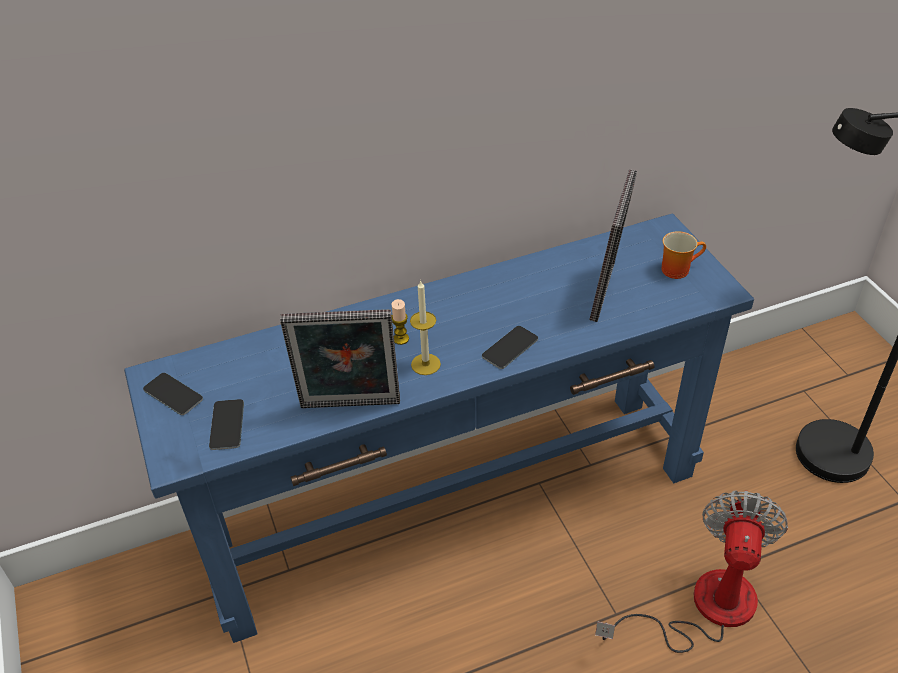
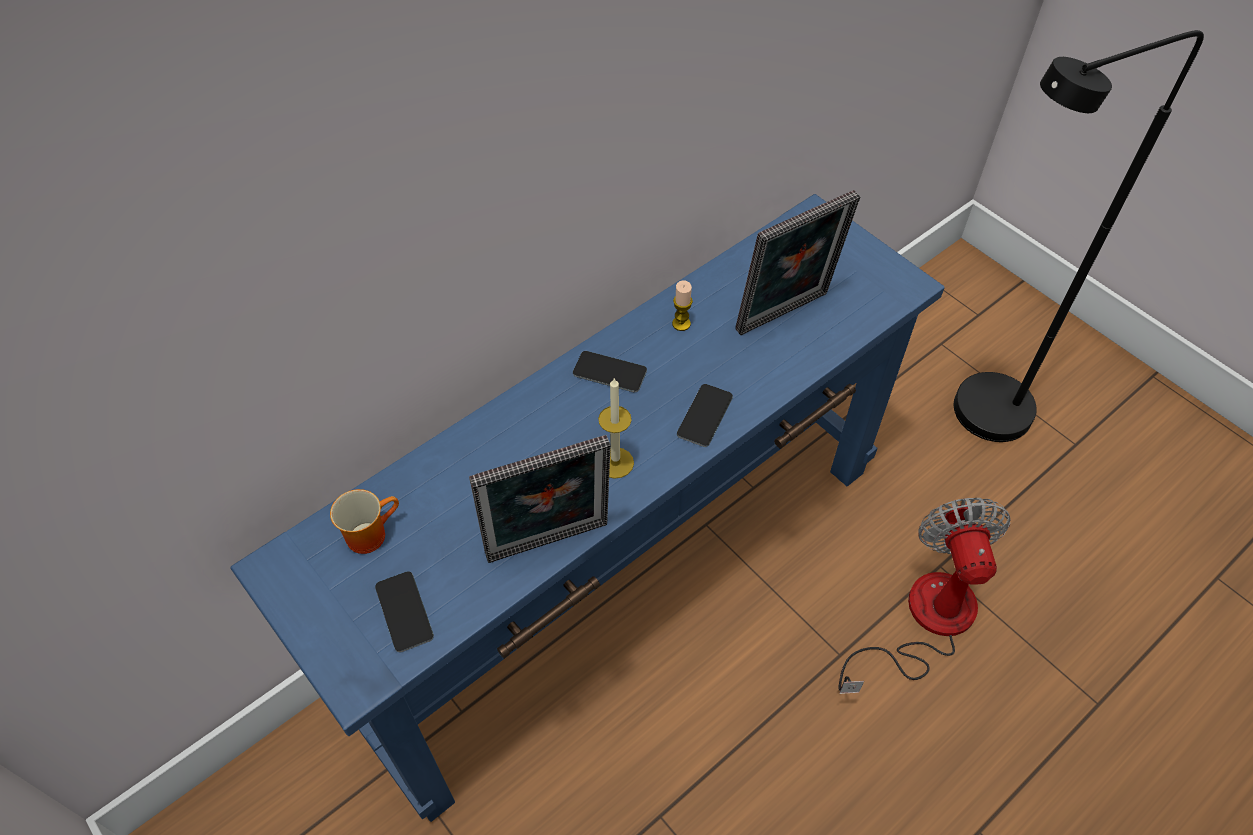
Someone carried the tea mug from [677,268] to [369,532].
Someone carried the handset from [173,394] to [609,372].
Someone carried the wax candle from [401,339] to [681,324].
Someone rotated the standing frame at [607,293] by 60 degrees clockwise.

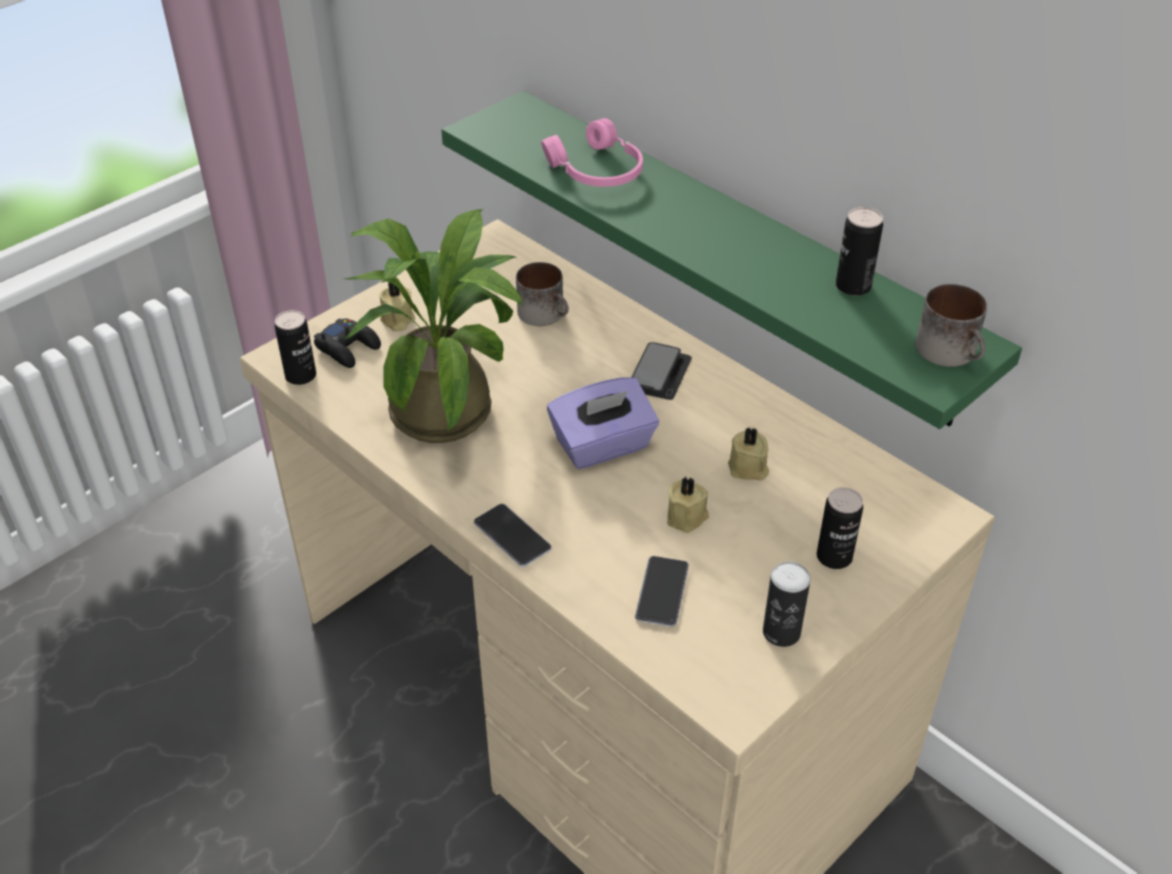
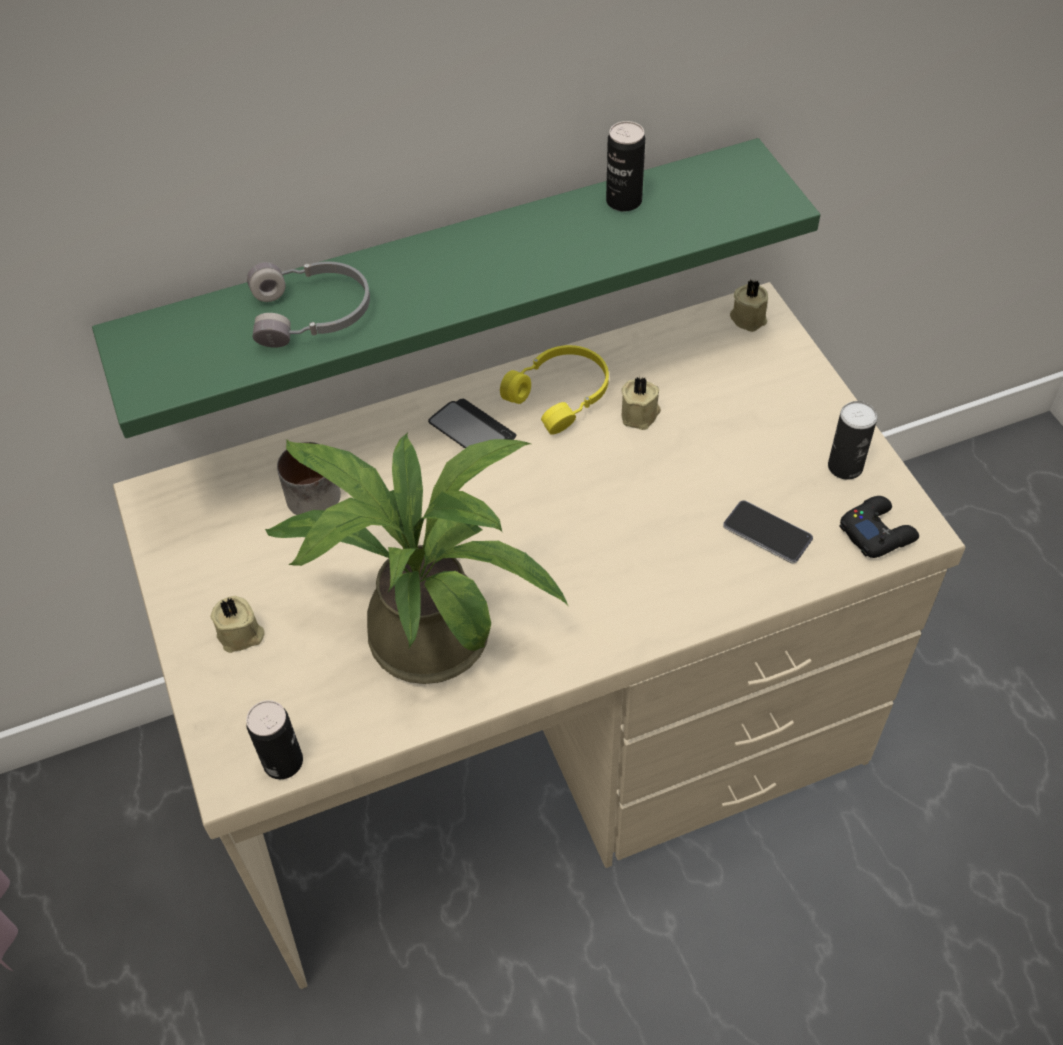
Someone repainted the pinkish headphones at [596,171], which became the grey headphones at [312,314].
Someone put down the yellowish headphones at [561,395].
Someone carried the sand-coloured wax candle from [687,518] to [749,317].
Someone carried the black joypad from [348,348] to [877,532].
Someone took away the handset at [512,536].
Someone took away the purplish tissue holder at [603,446].
Someone took away the can at [834,557].
Someone took away the tea mug at [952,352].

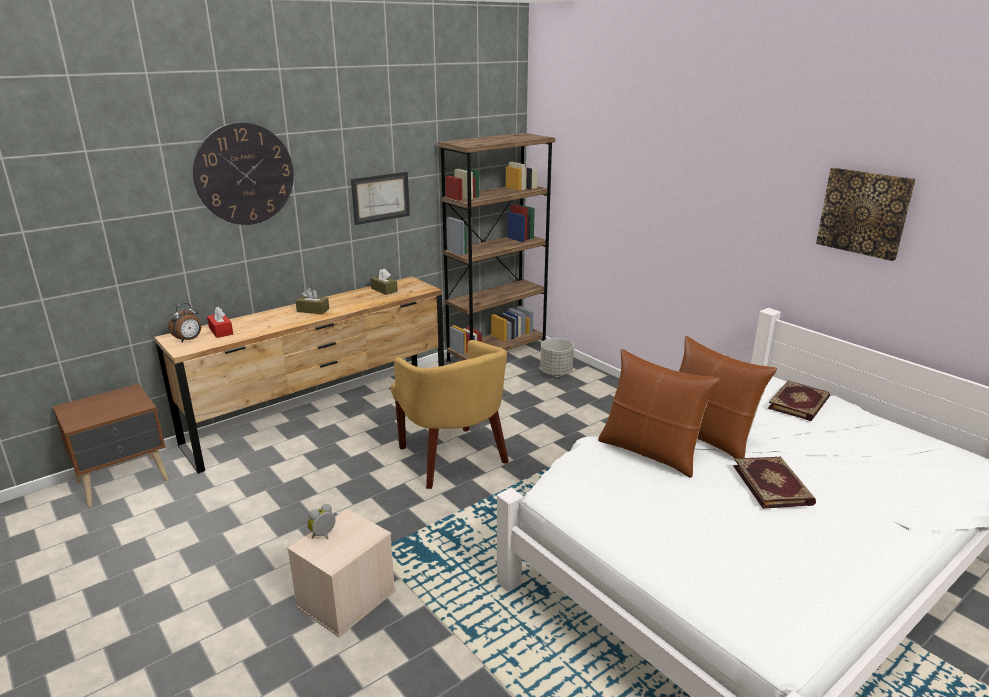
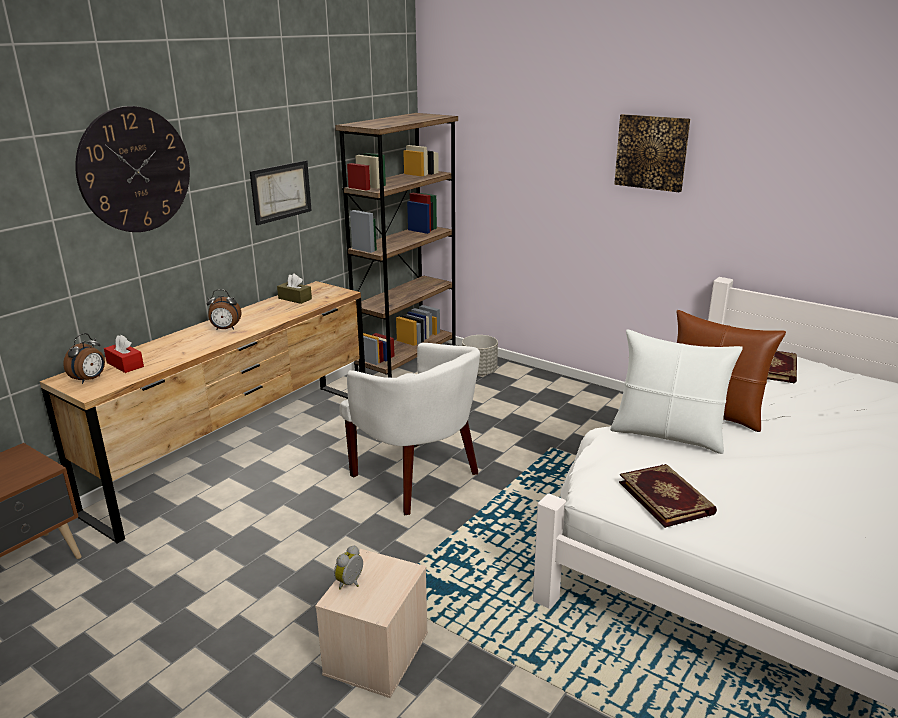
Someone swapped the brown-coloured tissue holder at [313,310] for the alarm clock at [225,329].
Someone repainted the yellowish armchair at [453,458], which became the white armchair at [417,478].
Someone repainted the brown-coloured cushion at [650,452], which became the white cushion at [668,435].
Someone carried the picture from [864,212] to [652,152].
Someone carried the book from [773,485] to [666,497].

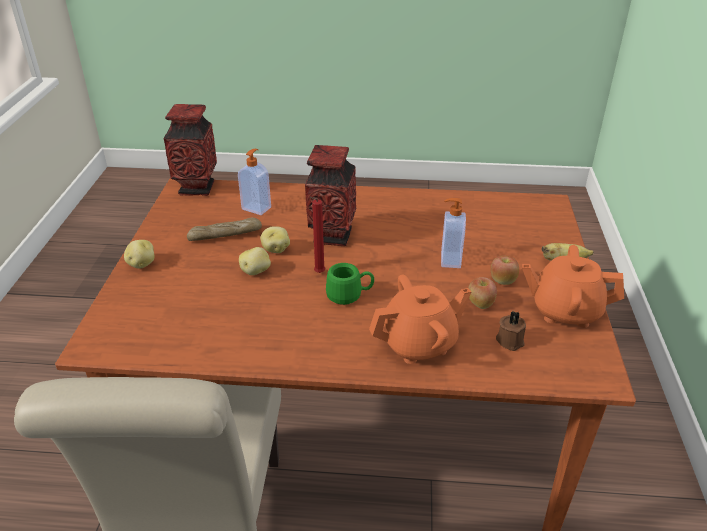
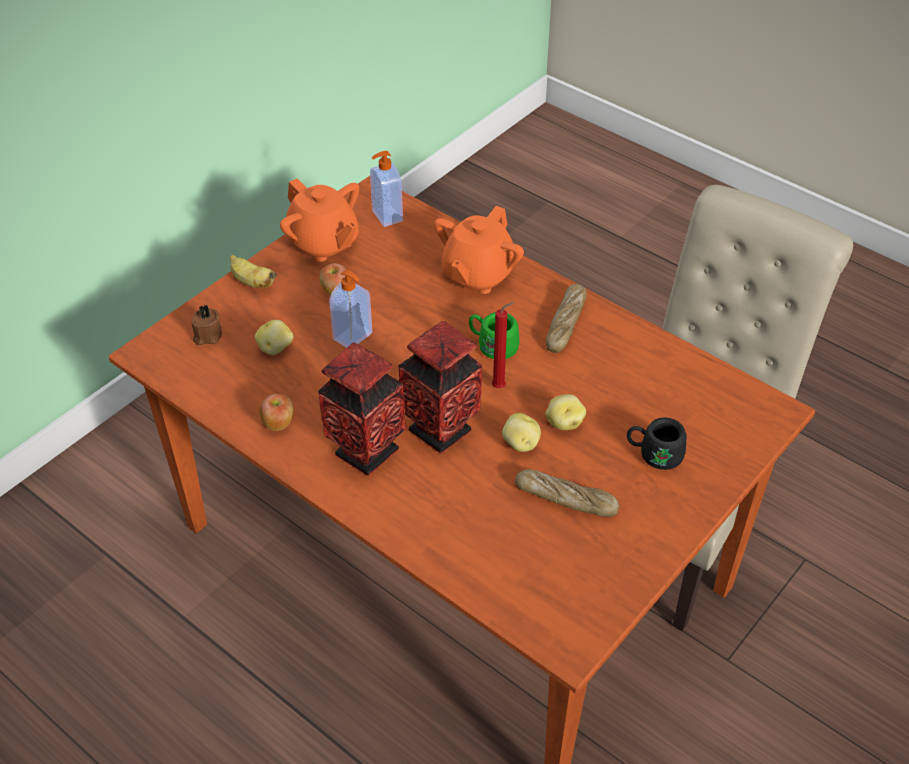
Someone carried the brown-coloured wax candle from [510,340] to [207,336].
Someone carried the whole potato from [141,264] to [276,348].
Someone carried the apple from [480,304] to [279,424].
Someone carried the vase from [197,188] to [366,452].
Someone carried the soap bottle from [257,208] to [386,216].
Someone rotated the orange tea pot at [419,344] by 75 degrees counterclockwise.
Someone put down the bread at [566,323].
Someone put down the black tea mug at [654,455].

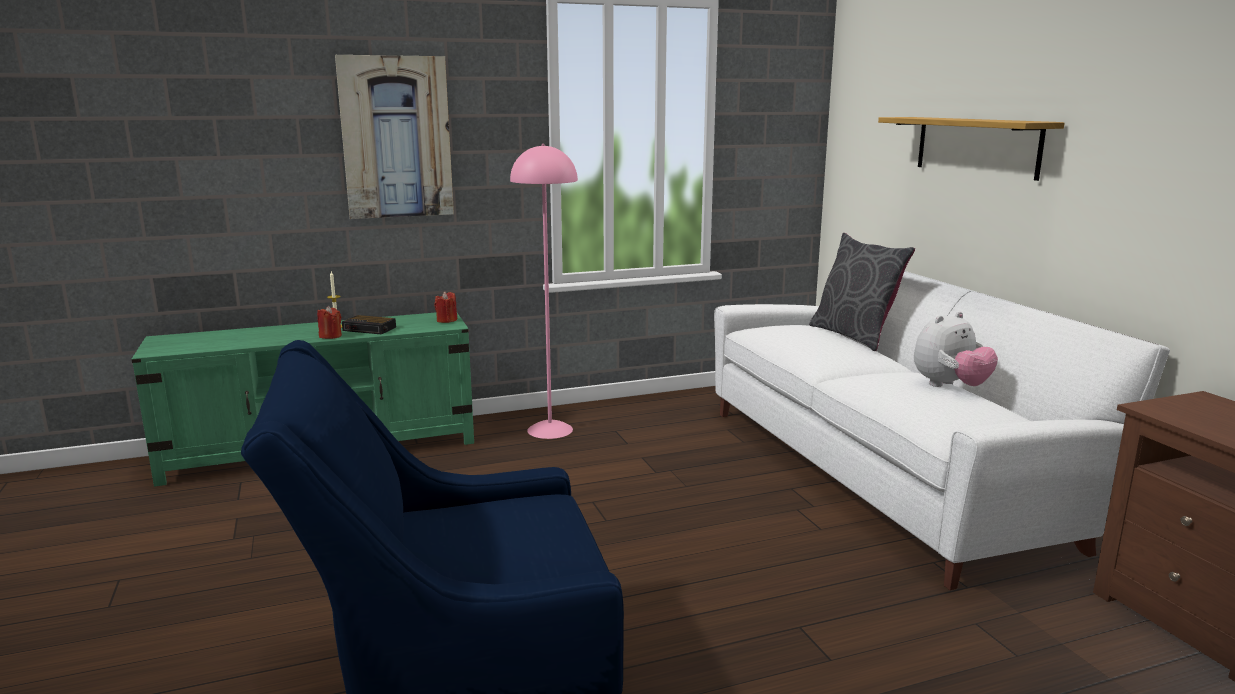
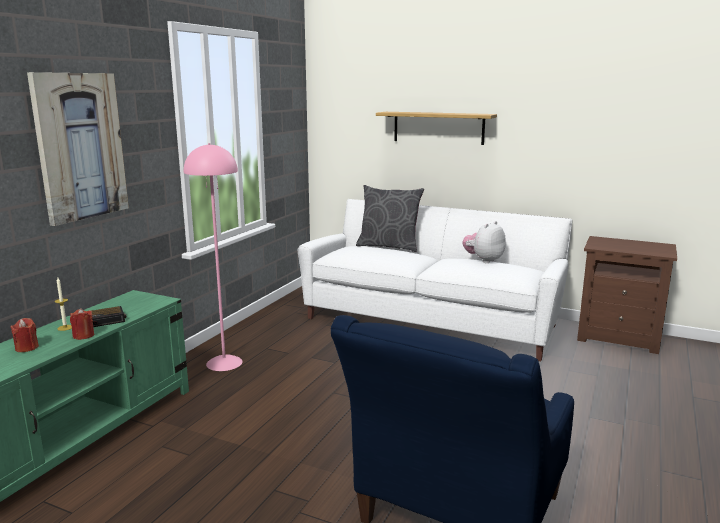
Someone carried the red wax candle from [446,320] to [27,348].
Someone rotated the cuddly toy at [950,386] by 150 degrees counterclockwise.

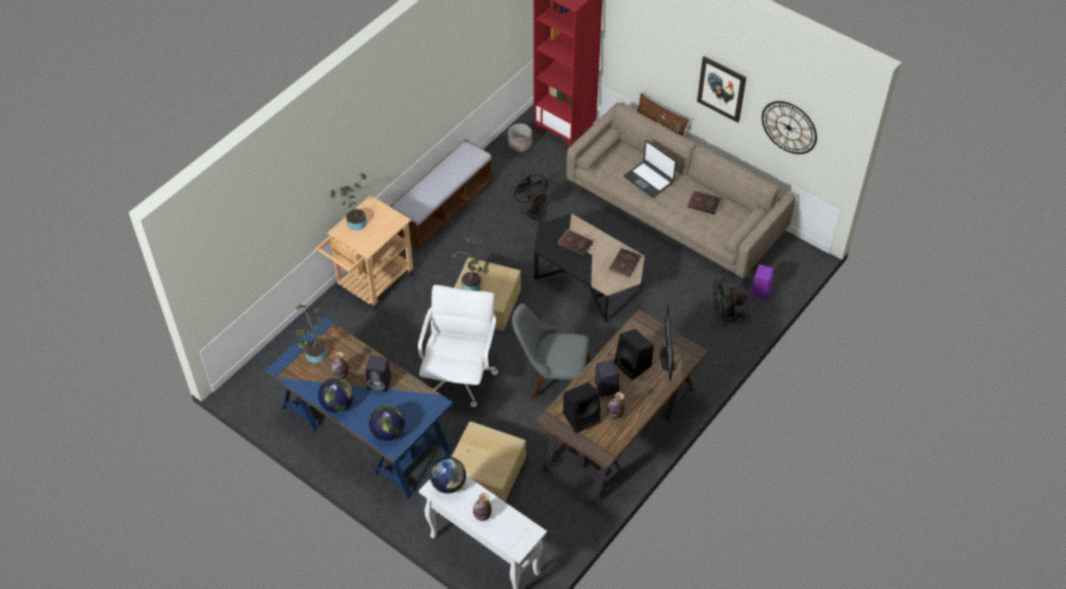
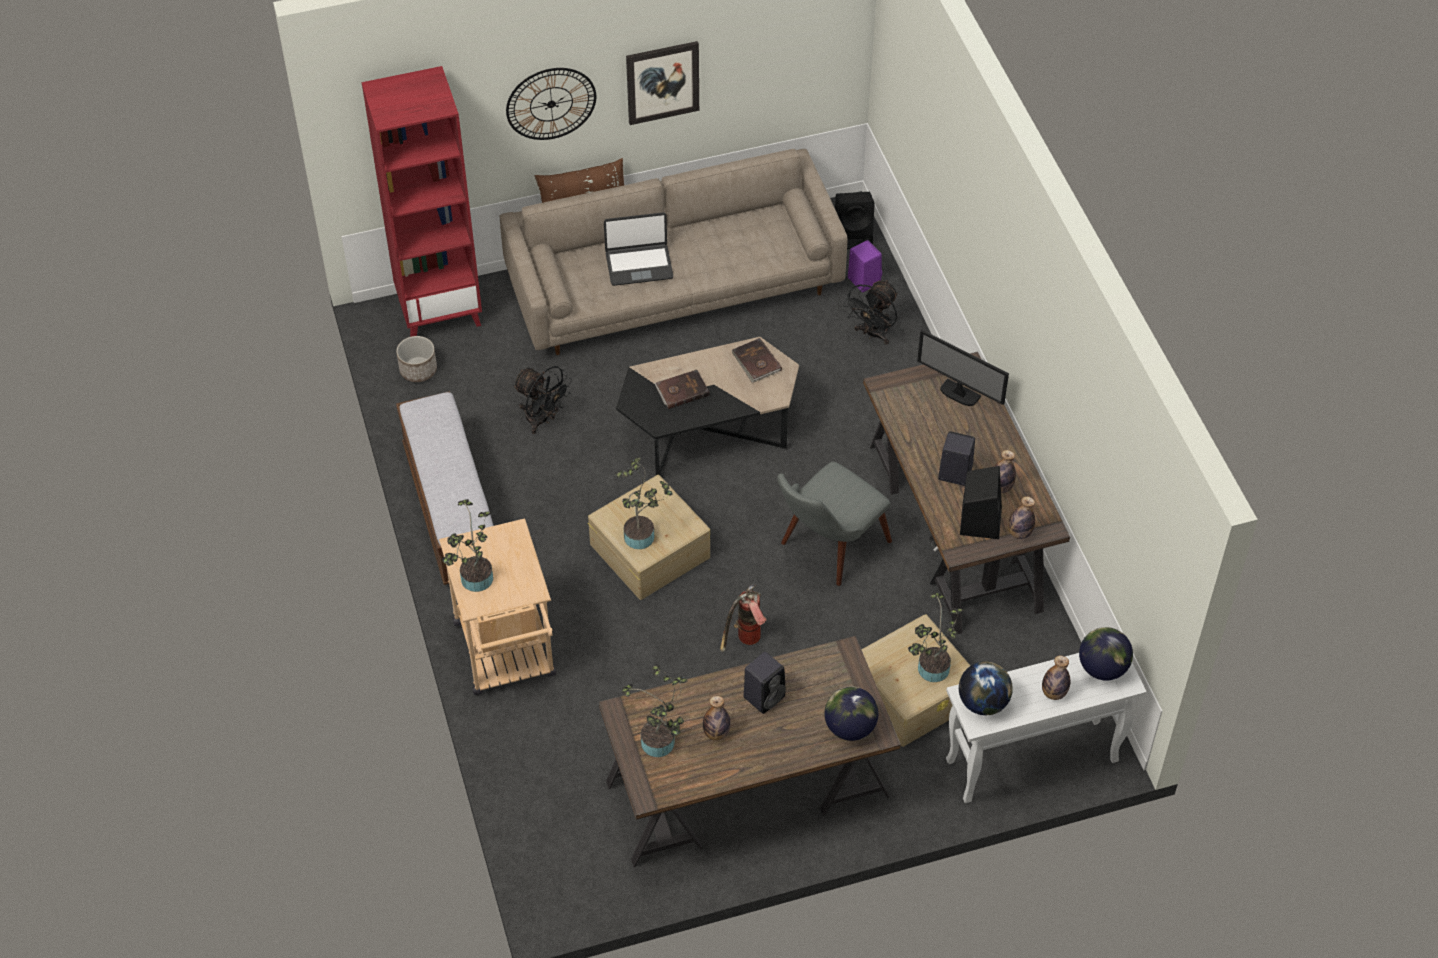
Someone carried the clock on the wall from [789,127] to [551,103].
Someone rotated the black fan at [532,211] by 150 degrees counterclockwise.
Someone repainted the blue-coloured desk at [365,431], which became the brown-coloured desk at [747,790].
Someone swapped the white desk chair at [459,377] for the fire extinguisher at [745,642].
Someone carried the black audio speaker from [633,365] to [854,236].
Someone put down the potted plant at [930,671].
Someone put down the bottle at [1019,533].
Someone carried the globe from [337,404] to [1102,668].
Someone took away the brown-coloured book at [703,203].

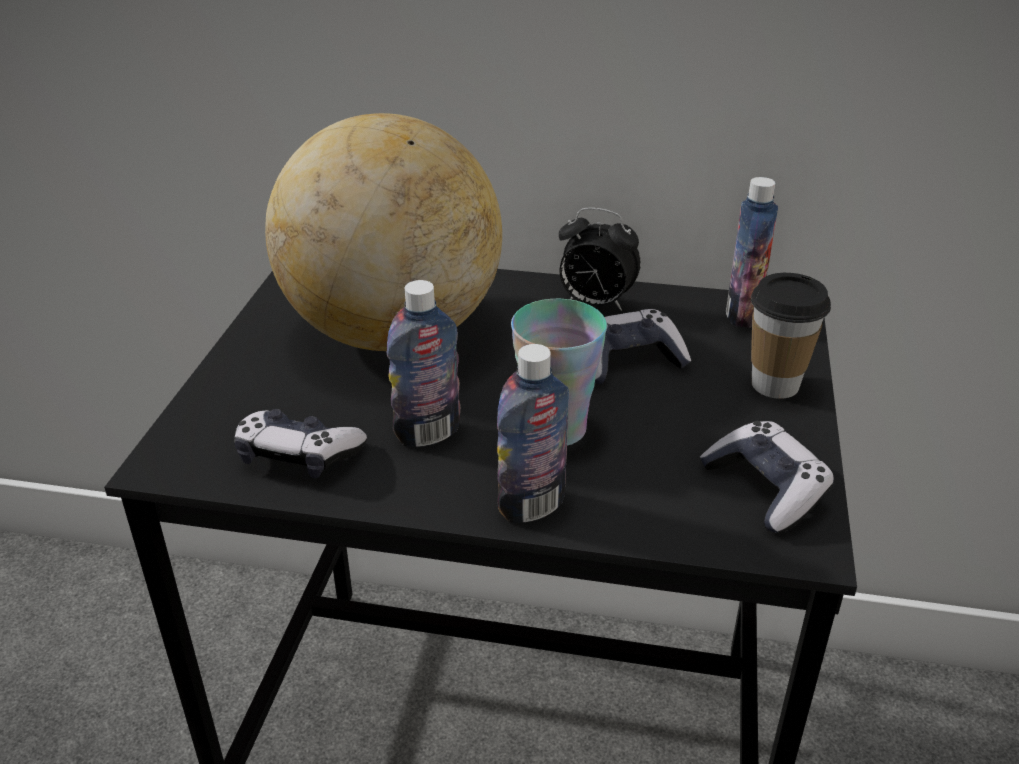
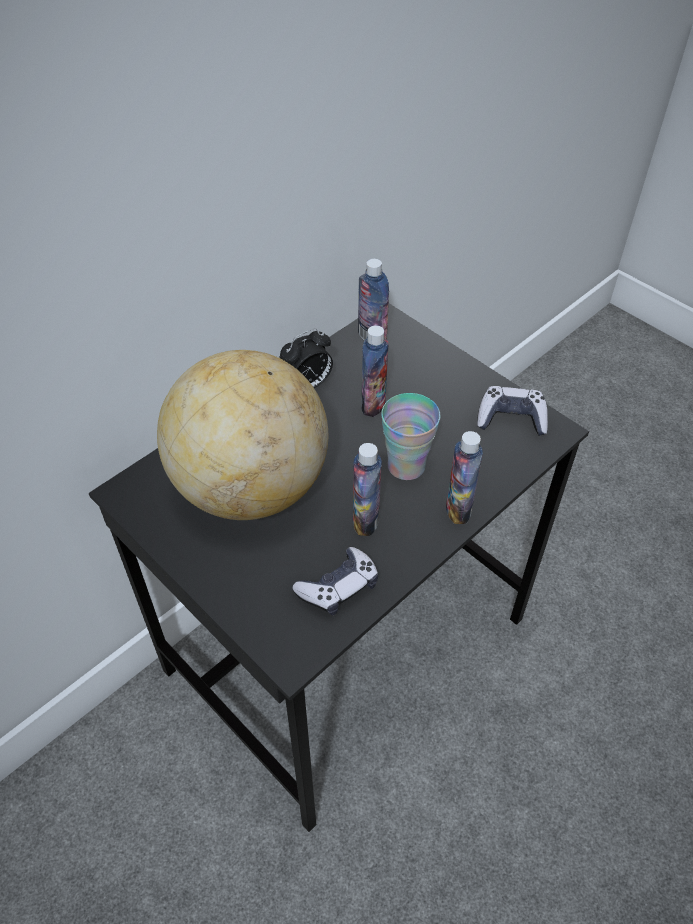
Someone swapped the joypad at [629,361] for the bottle at [373,404].
Someone took away the drinking cup at [775,385].

